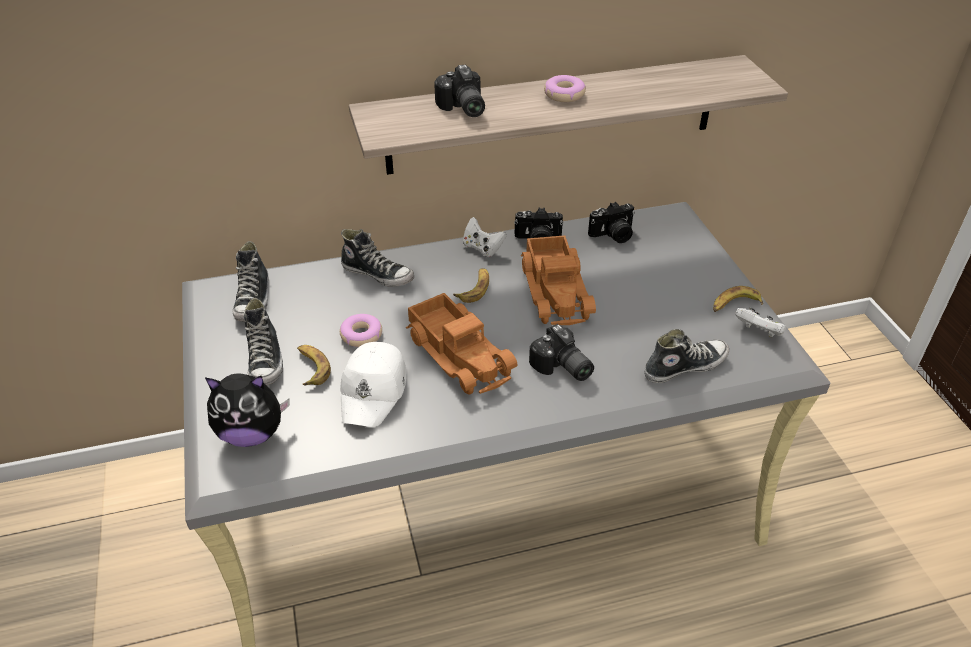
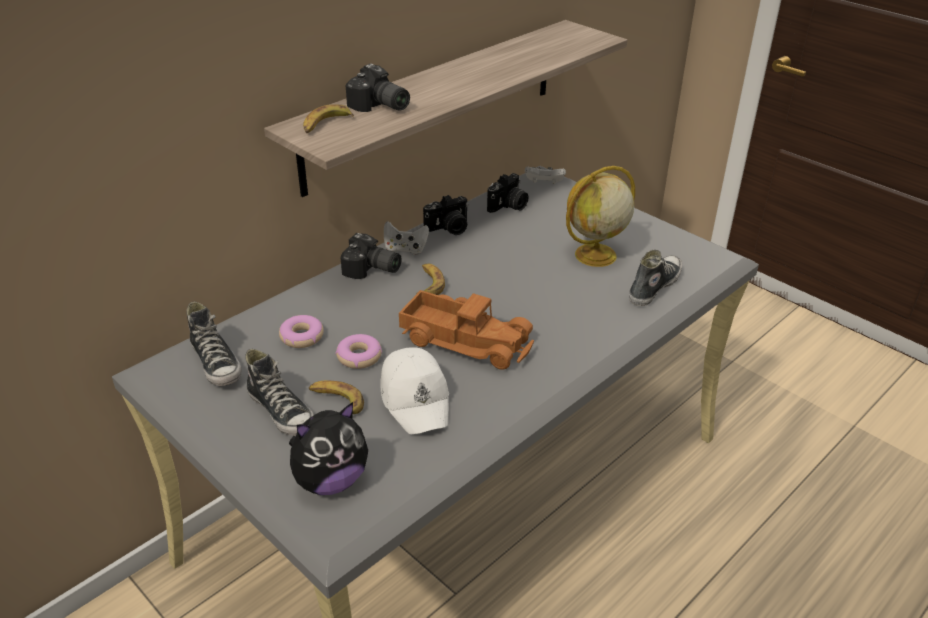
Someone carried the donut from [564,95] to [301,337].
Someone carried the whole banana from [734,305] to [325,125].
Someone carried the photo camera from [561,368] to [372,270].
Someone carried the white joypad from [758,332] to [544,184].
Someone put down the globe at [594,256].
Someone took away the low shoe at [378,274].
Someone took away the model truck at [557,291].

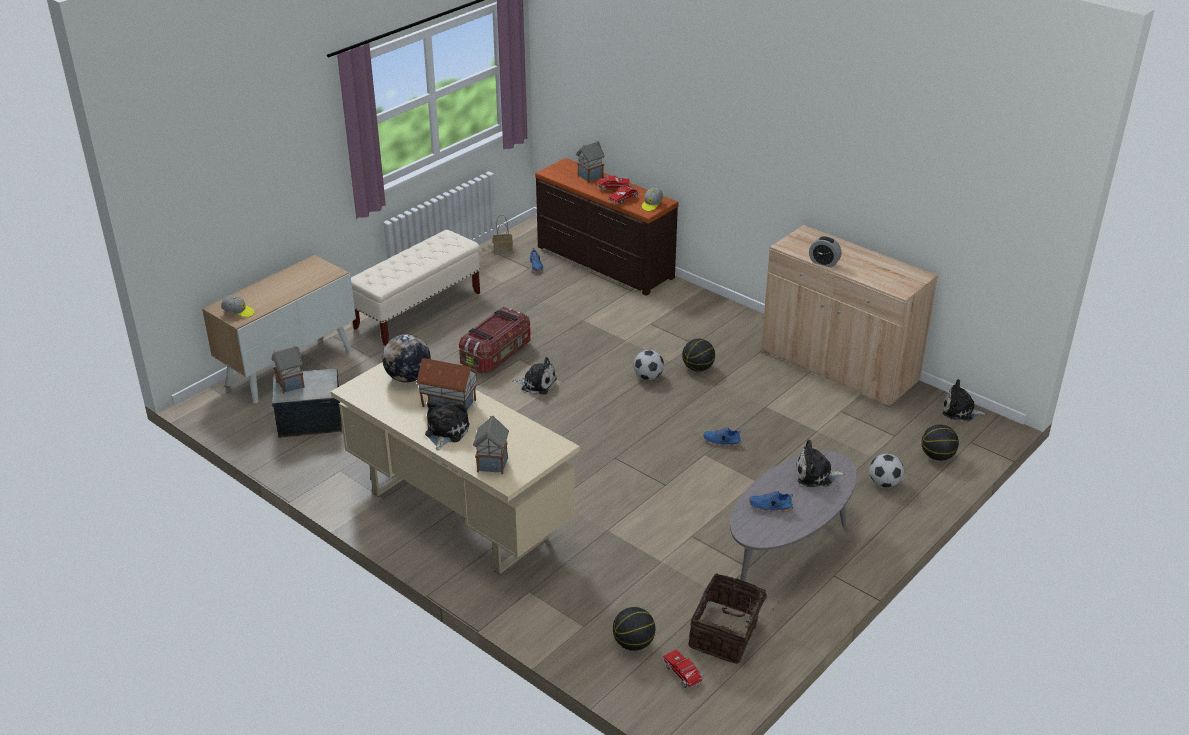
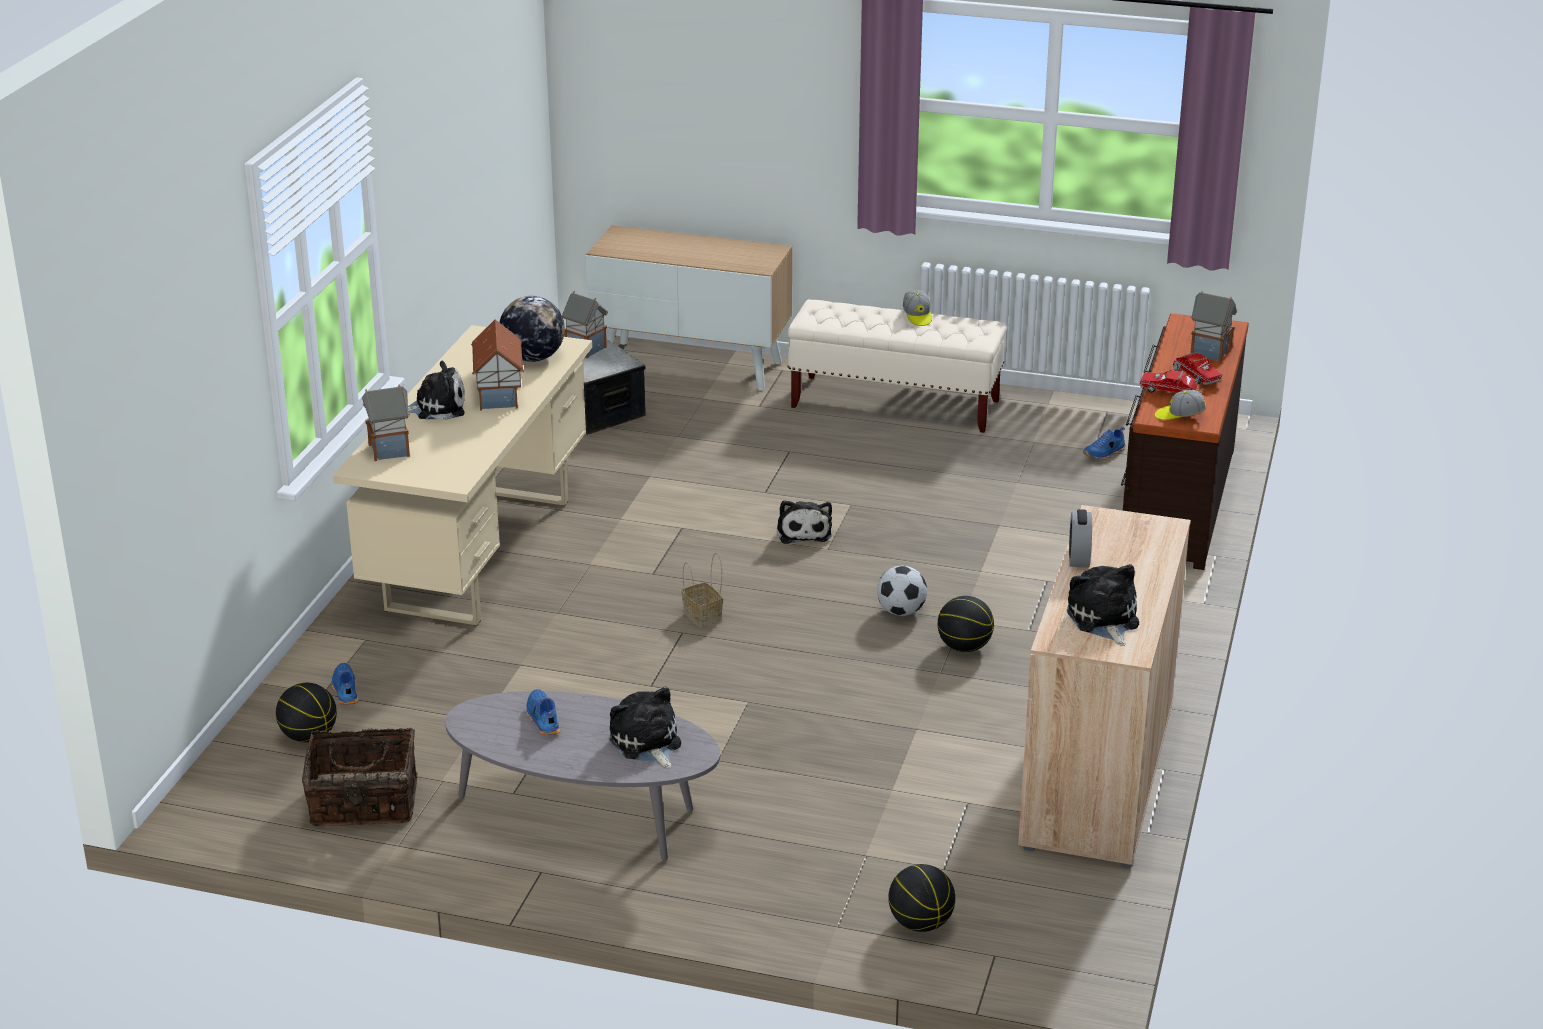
Someone carried the blue-coloured low shoe from [721,442] to [344,690].
Someone carried the household basket from [504,250] to [703,617].
Someone carried the peaked cap from [238,312] to [917,316].
Someone carried the cuddly toy from [960,411] to [1103,620].
Someone took away the storage box at [497,355].
Someone took away the model truck at [684,675].
Someone took away the ball for football at [884,483].

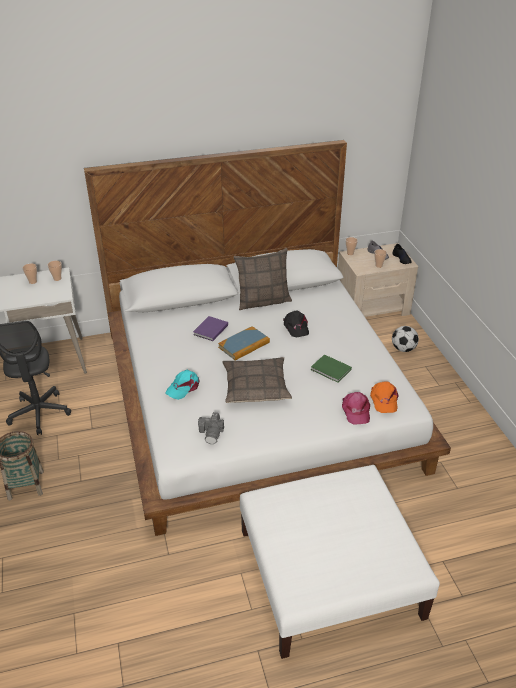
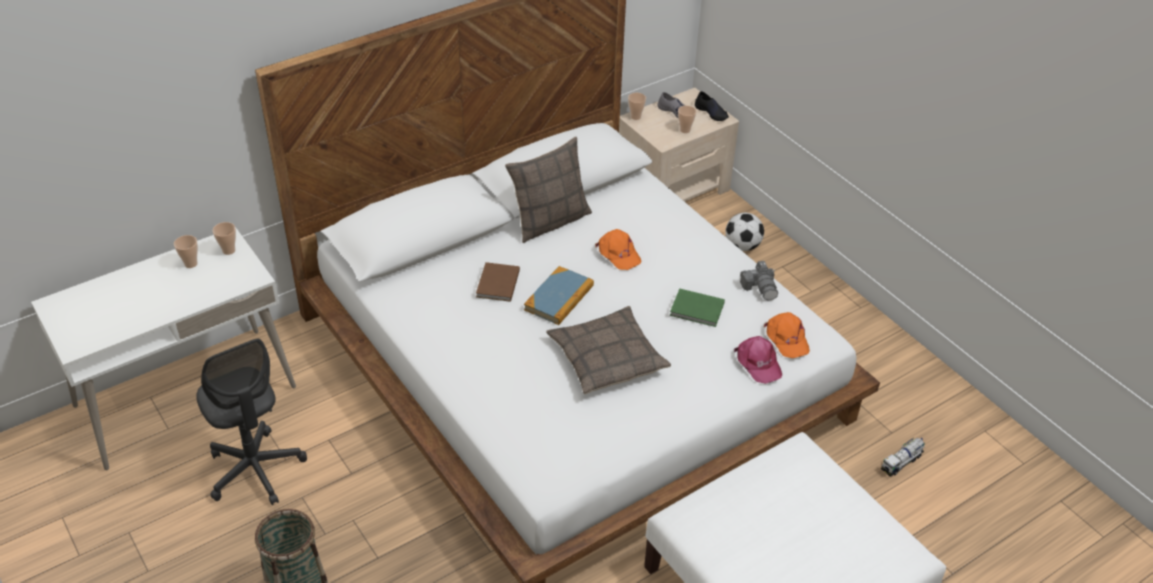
Someone repainted the purplish book at [210,330], which became the brown-coloured book at [497,284].
Someone repainted the black peaked cap at [296,327], which became the orange peaked cap at [618,254].
Someone carried the photo camera from [212,433] to [760,288].
Someone put down the model truck at [901,462].
Someone took away the turquoise peaked cap at [184,387].

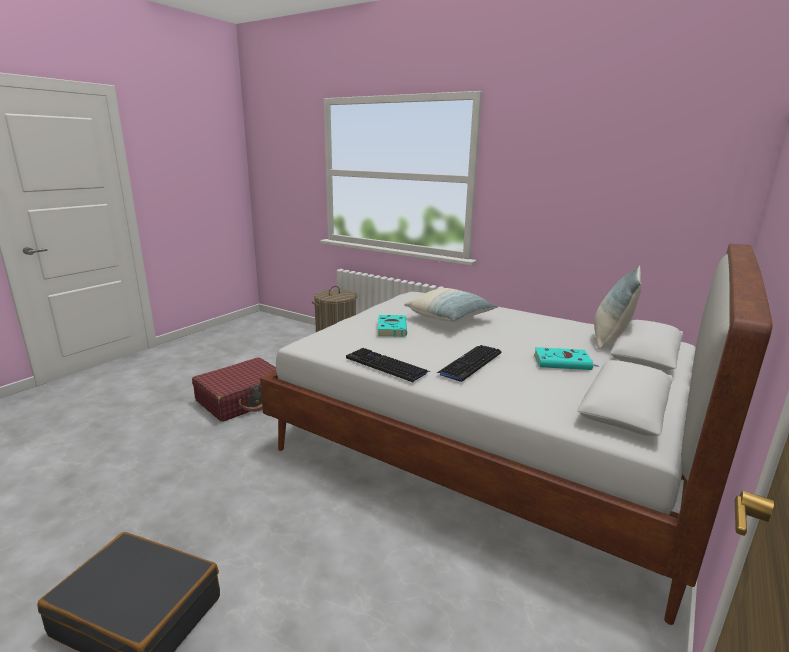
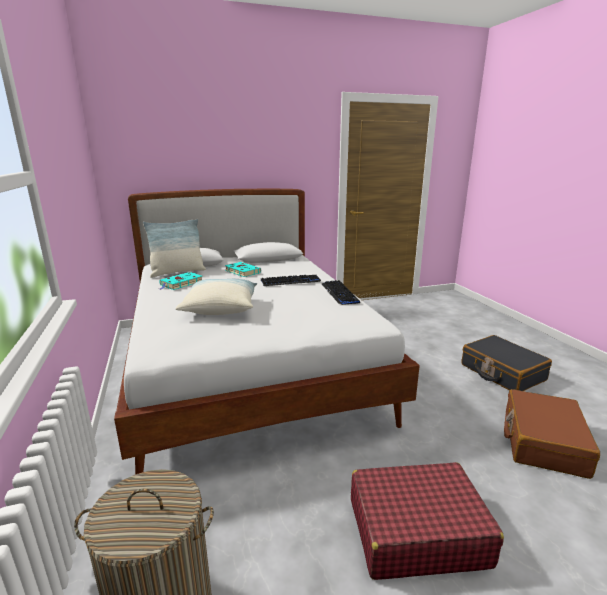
Someone carried the turquoise book from [391,328] to [181,283].
Someone put down the brown-coloured piece of luggage at [543,442].

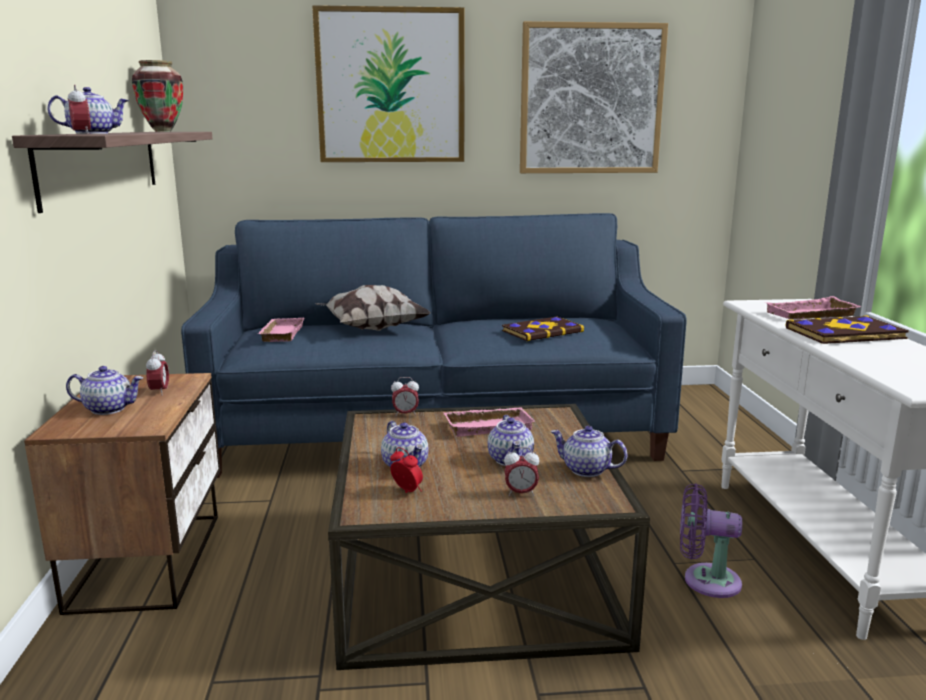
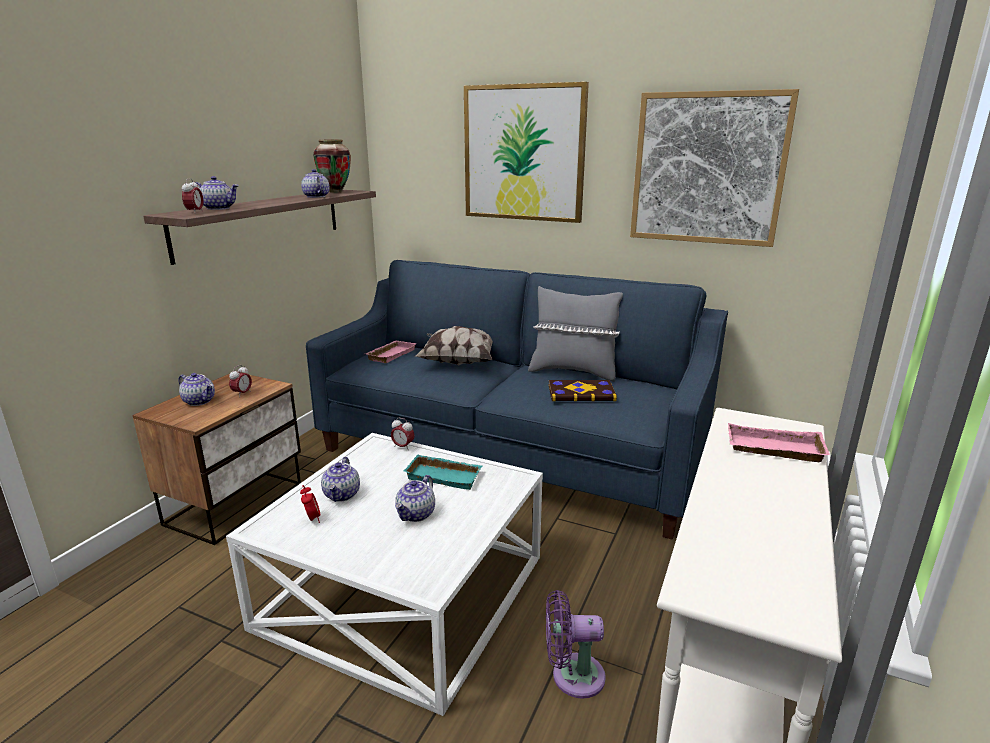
Someone repainted the brown-coloured coffee table at [474,572], which became the white coffee table at [404,590].
Someone carried the tea pot from [586,470] to [316,196].
Someone repainted the pinkish tray at [488,426], which became the turquoise tray at [445,476].
Someone put down the grey cushion at [573,371].
Someone rotated the purplish fan at [705,580] by 45 degrees counterclockwise.
Someone took away the alarm clock at [521,493].
Someone took away the book at [845,334].

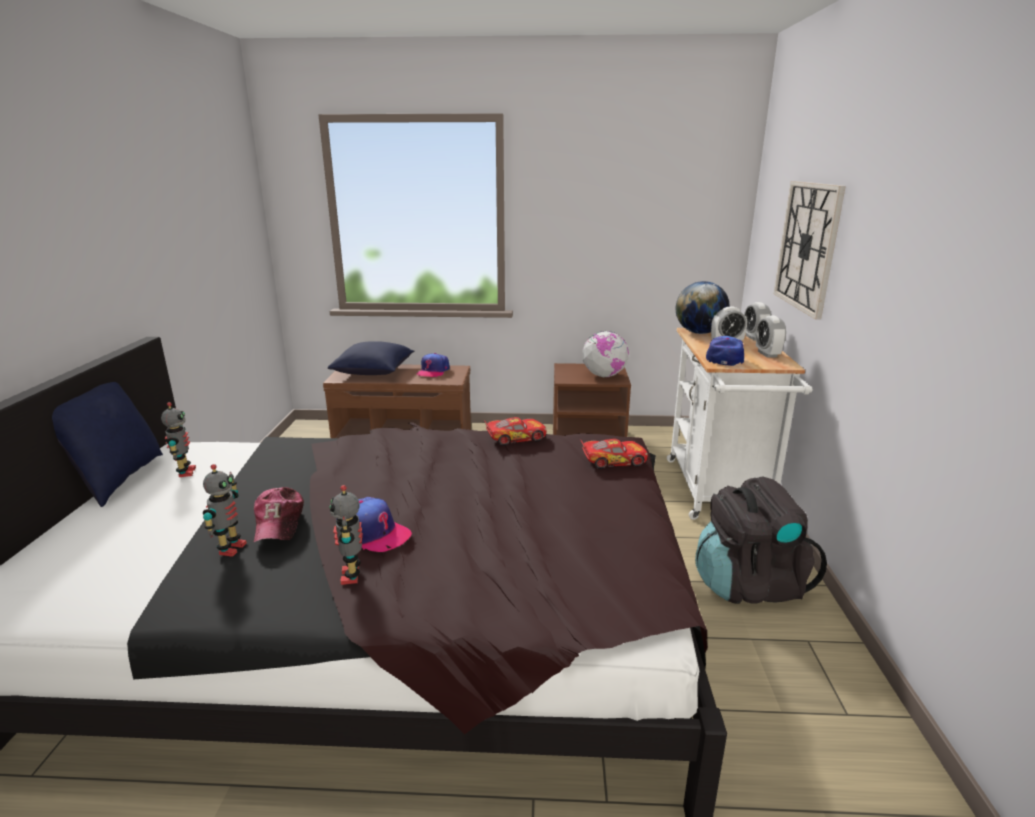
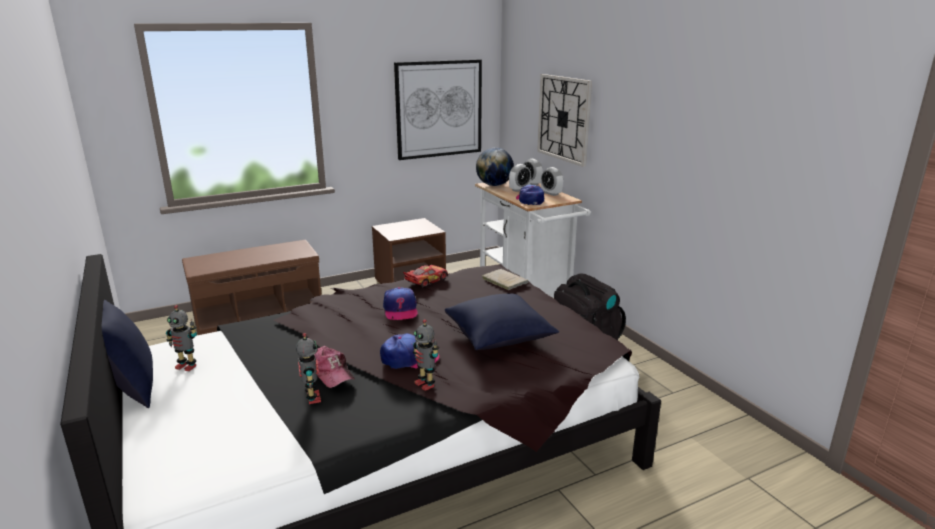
Someone rotated the toy robot at [185,472] by 150 degrees clockwise.
Someone carried the peaked cap from [433,371] to [400,310].
Someone put up the picture at [439,109].
Someone carried the blue-coloured cushion from [374,373] to [499,337].
Someone swapped the miniature car at [613,460] for the sand-coloured book at [503,280].
Someone took away the globe at [604,376].

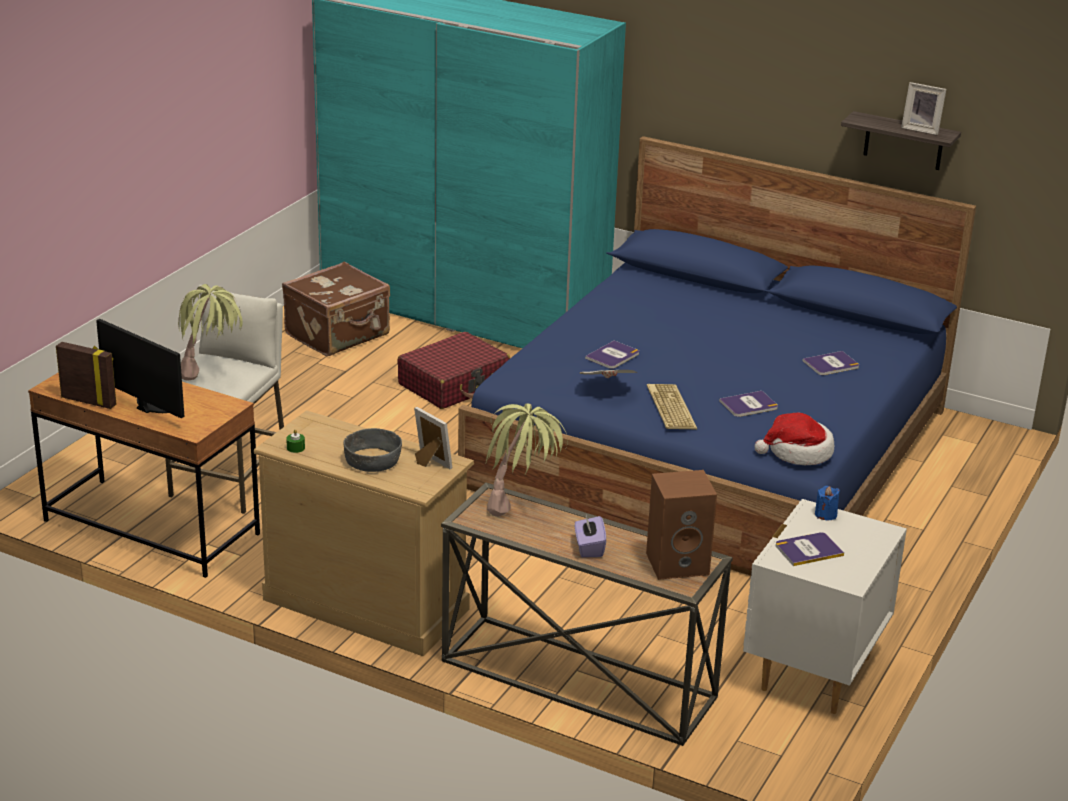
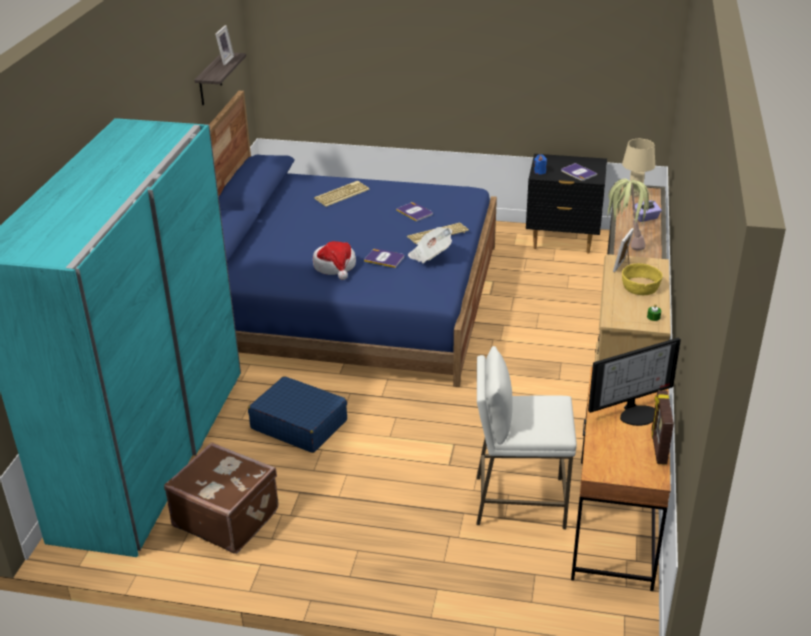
Someone repainted the red piece of luggage at [454,384], which became the blue-coloured piece of luggage at [299,424].
Someone carried the hat from [798,452] to [335,266].
Someone swapped the book at [831,364] for the keyboard at [341,194].
Someone repainted the white bedside table at [814,673], which became the black bedside table at [562,241].
Someone rotated the computer screen at [151,405] by 135 degrees counterclockwise.
Someone swapped the brown-coloured audio speaker at [678,563] for the sand-coloured table lamp at [634,194].
Someone repainted the grey bowl at [373,460], which became the yellowish bowl at [640,285].
Someone took away the potted plant at [212,378].

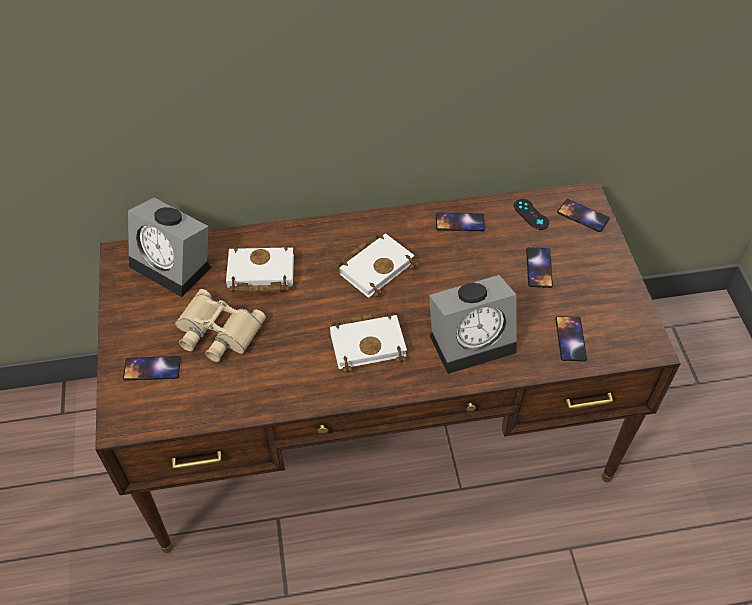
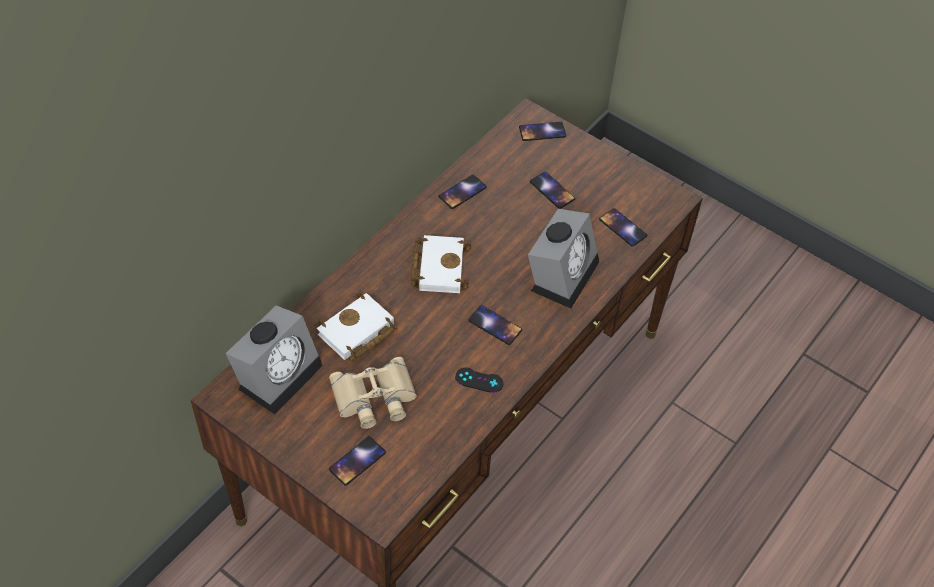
Someone rotated the alarm clock at [175,265] by 45 degrees counterclockwise.
Someone carried the black joypad from [531,214] to [479,380].
Someone swapped the white book at [369,342] for the handset at [495,325].

